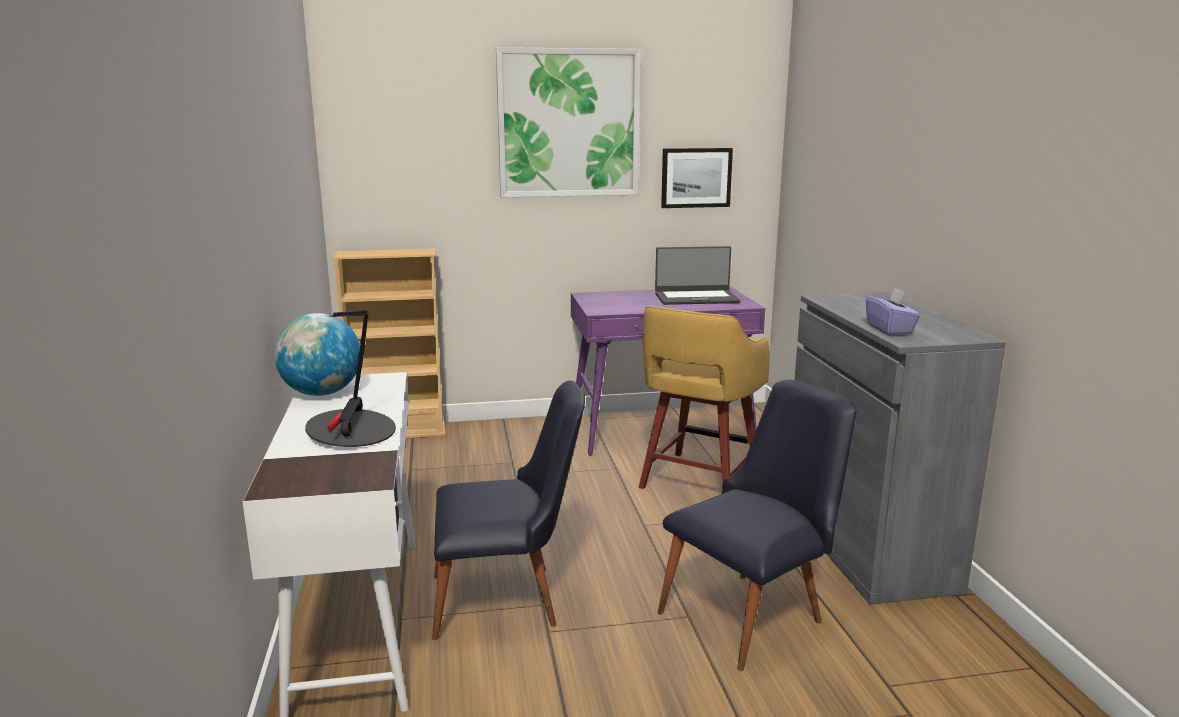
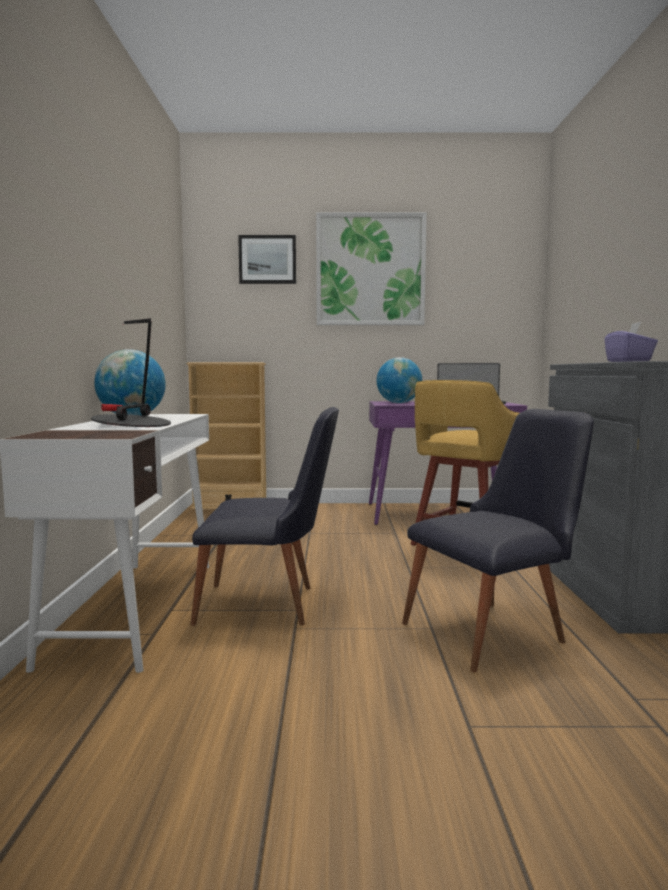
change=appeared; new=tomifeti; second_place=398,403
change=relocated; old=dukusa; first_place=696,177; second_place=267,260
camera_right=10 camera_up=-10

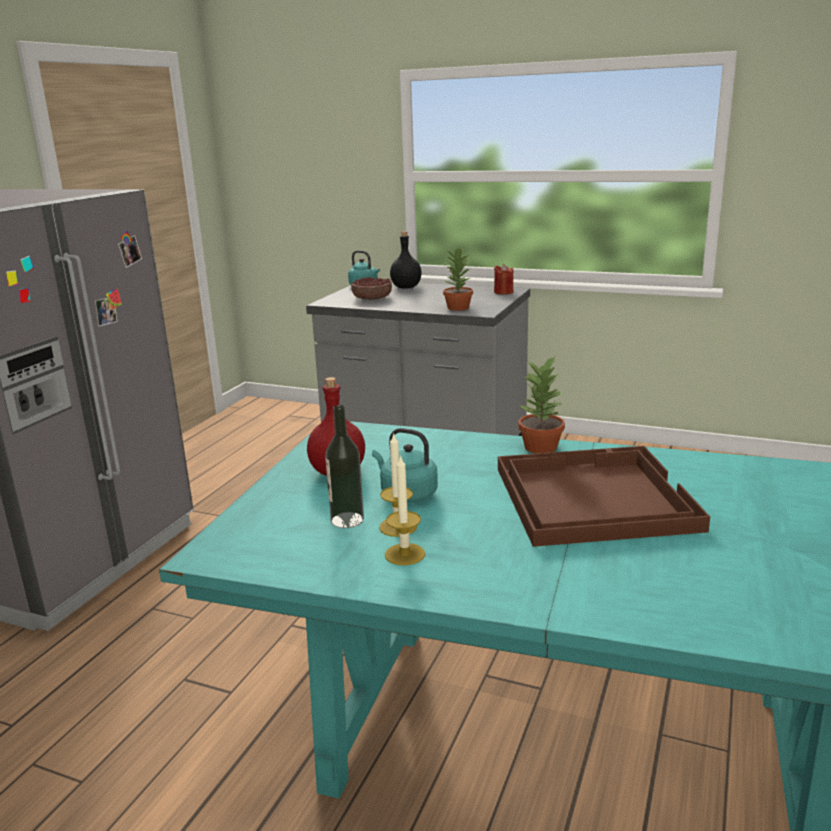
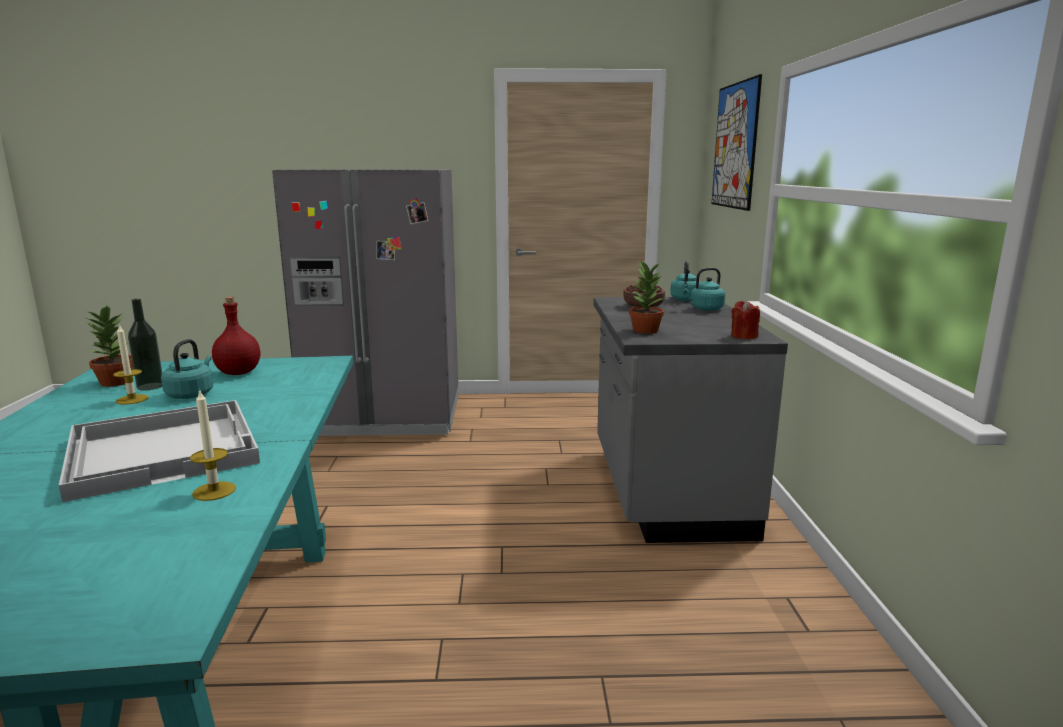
change=appeared; new=dukusa; second_place=735,146
change=relocated; old=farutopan; first_place=405,554; second_place=214,491
change=relocated; old=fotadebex; first_place=541,447; second_place=115,382
change=exchanged; old=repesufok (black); new=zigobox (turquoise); first_place=406,287; second_place=704,309
change=colour; old=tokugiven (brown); new=tokugiven (white); first_place=591,497; second_place=165,449
camera_right=65 camera_up=-5

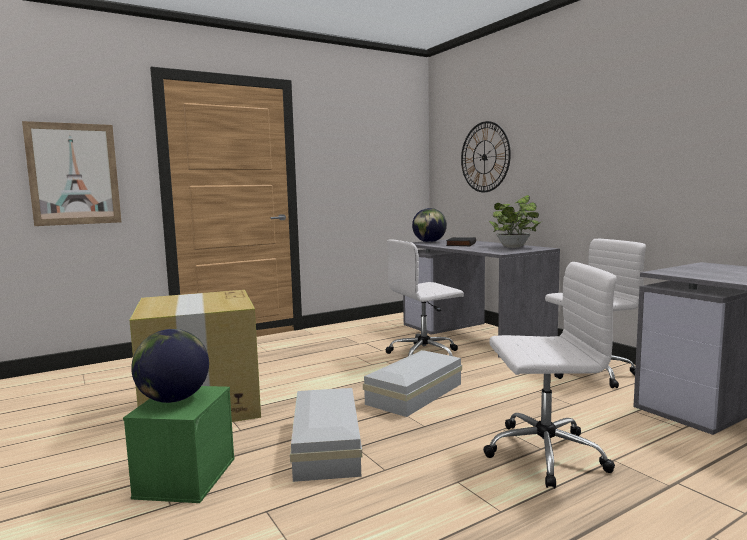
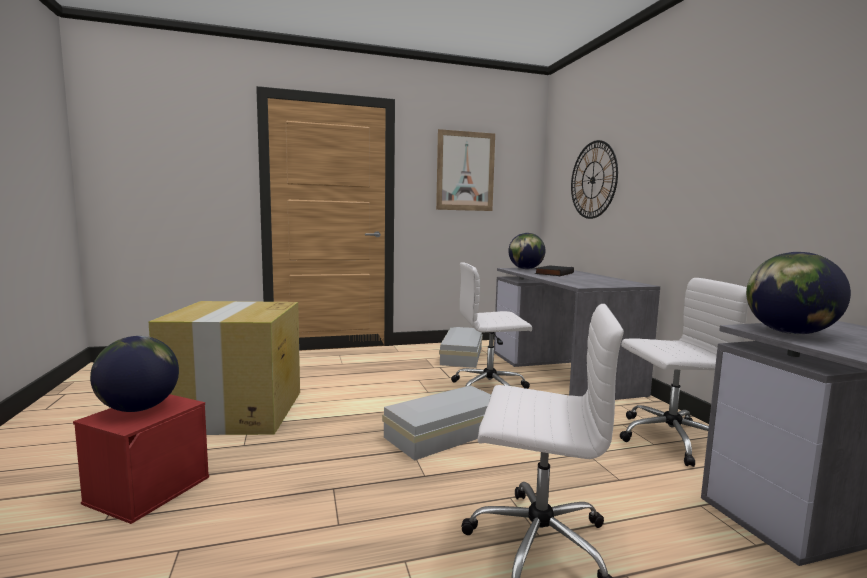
change=missing; old=fotadebex; first_place=514,247
change=appeared; new=tomifeti; second_place=789,333
change=relocated; old=dukusa; first_place=74,174; second_place=465,171
change=relocated; old=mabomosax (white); first_place=328,445; second_place=463,355
change=colour; old=mabomosax (green); new=mabomosax (red); first_place=185,477; second_place=148,489
camera_right=15 camera_up=0

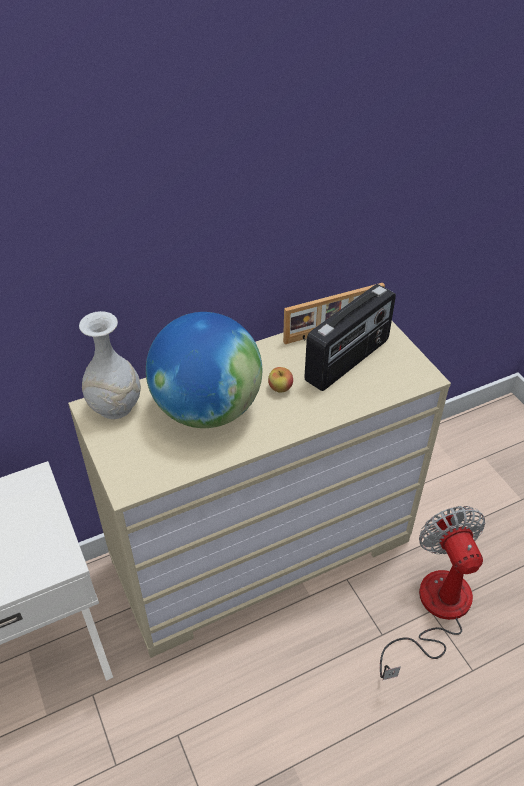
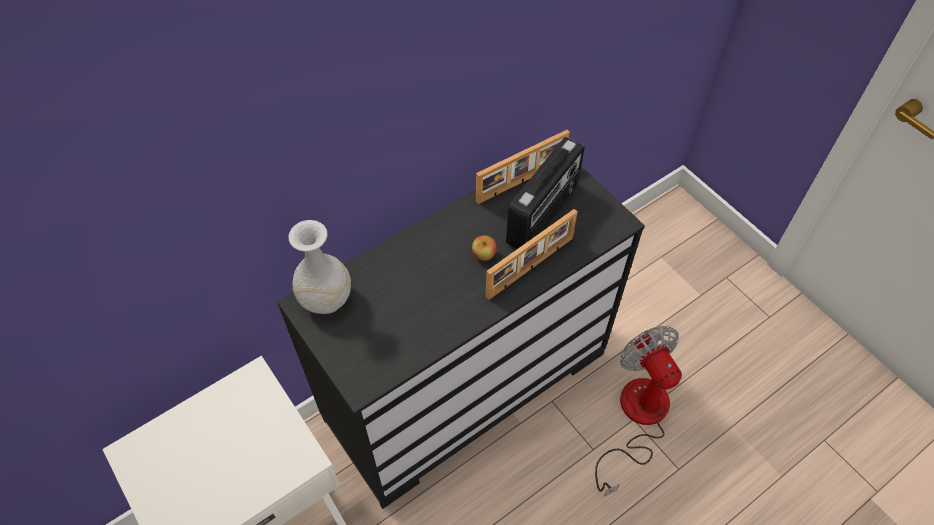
change=missing; old=tomifeti; first_place=206,409
change=appeared; new=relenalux; second_place=531,268
change=colour; old=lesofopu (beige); new=lesofopu (black); first_place=261,549; second_place=466,384
camera_right=-10 camera_up=10

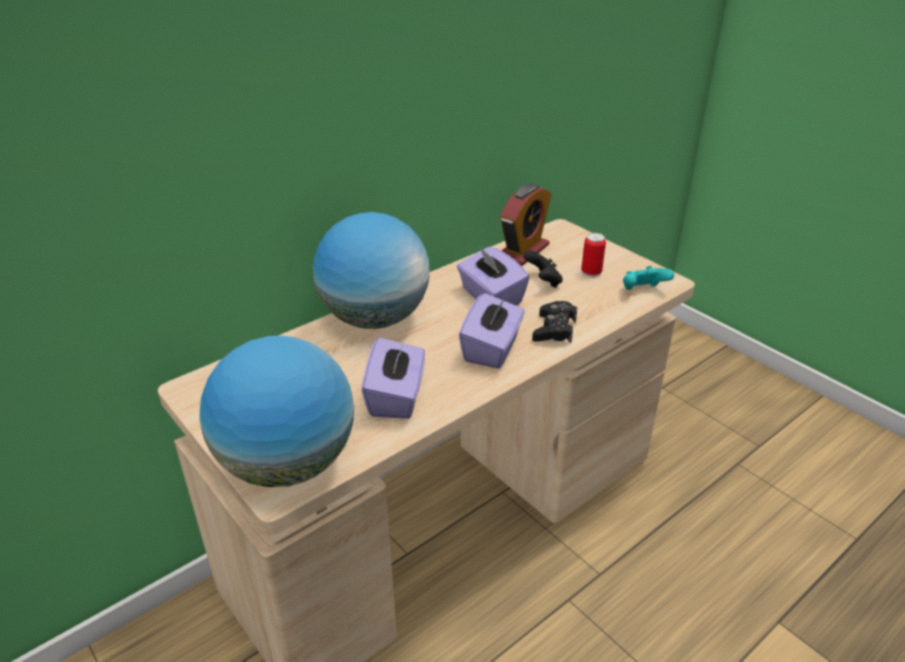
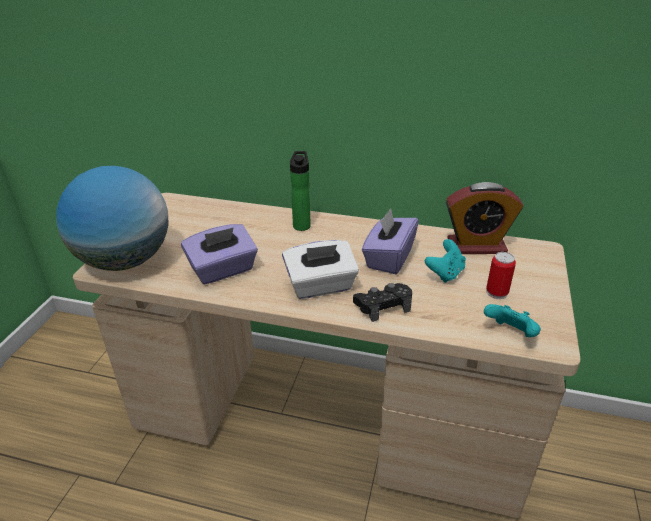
change=exchanged; old=tomifeti; new=repesufok; first_place=375,318; second_place=302,225
change=colour; old=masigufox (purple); new=masigufox (white); first_place=492,349; second_place=320,286
change=colour; old=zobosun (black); new=zobosun (turquoise); first_place=543,282; second_place=445,273
camera_right=55 camera_up=0

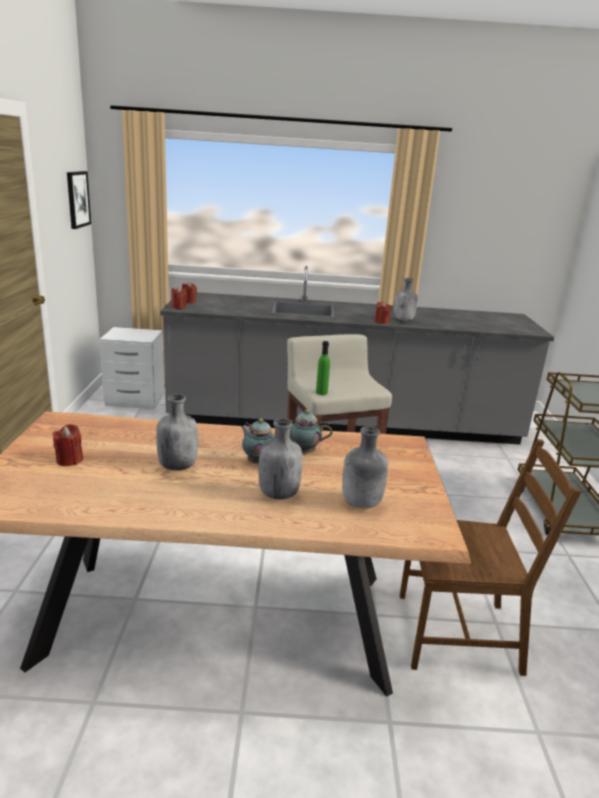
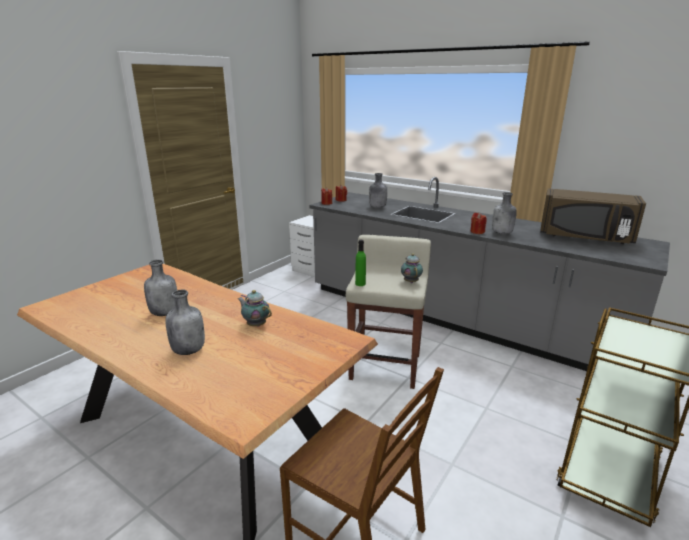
change=missing; old=farutopan (red); first_place=69,460
change=missing; old=dukusa; first_place=77,199
change=appeared; new=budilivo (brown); second_place=585,237
change=relocated; old=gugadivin; first_place=258,462; second_place=411,281
change=relocated; old=repesufok (grey); first_place=361,503; second_place=377,207
camera_right=35 camera_up=0

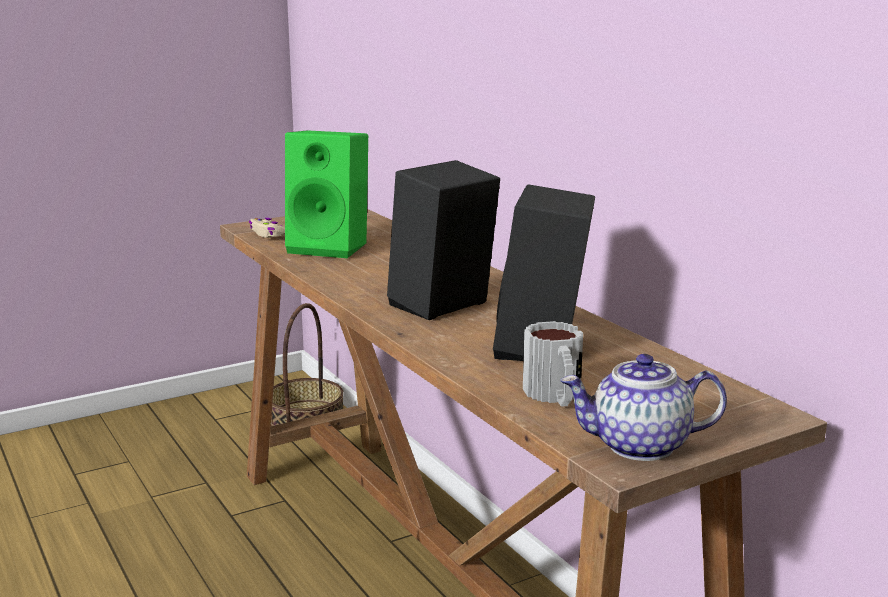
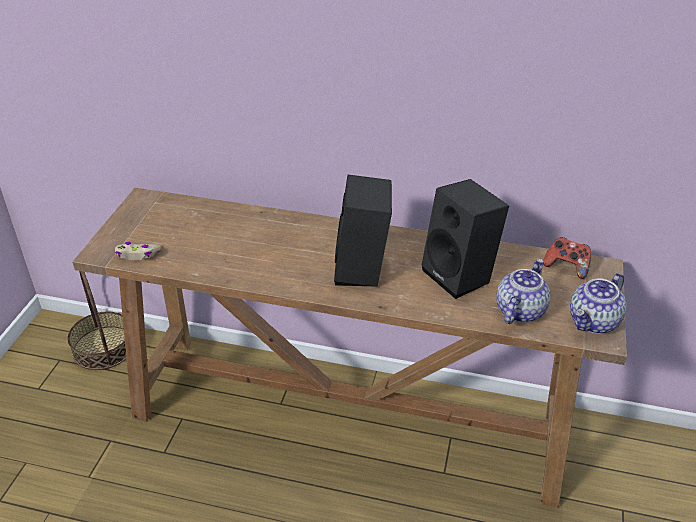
change=missing; old=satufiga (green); first_place=331,247
change=appeared; new=zobosun; second_place=566,267
change=exchanged; old=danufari; new=gugadivin; first_place=555,396; second_place=519,310
camera_right=-45 camera_up=20

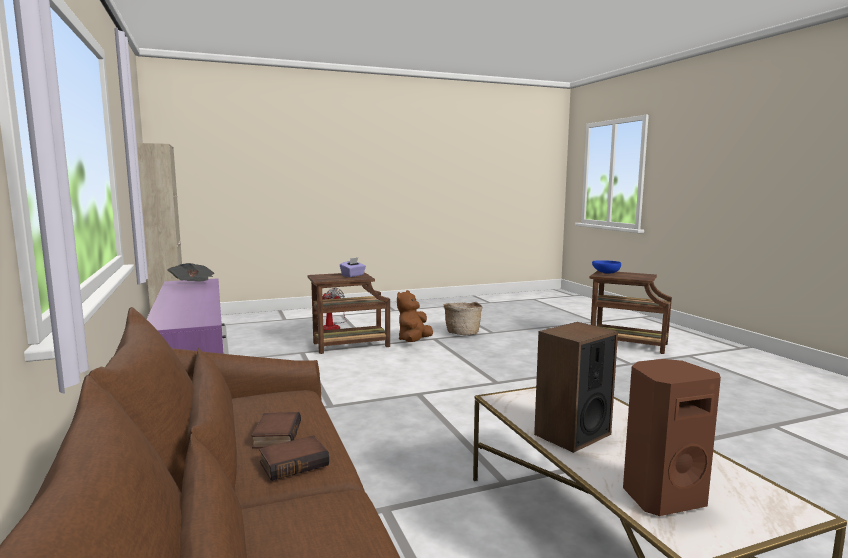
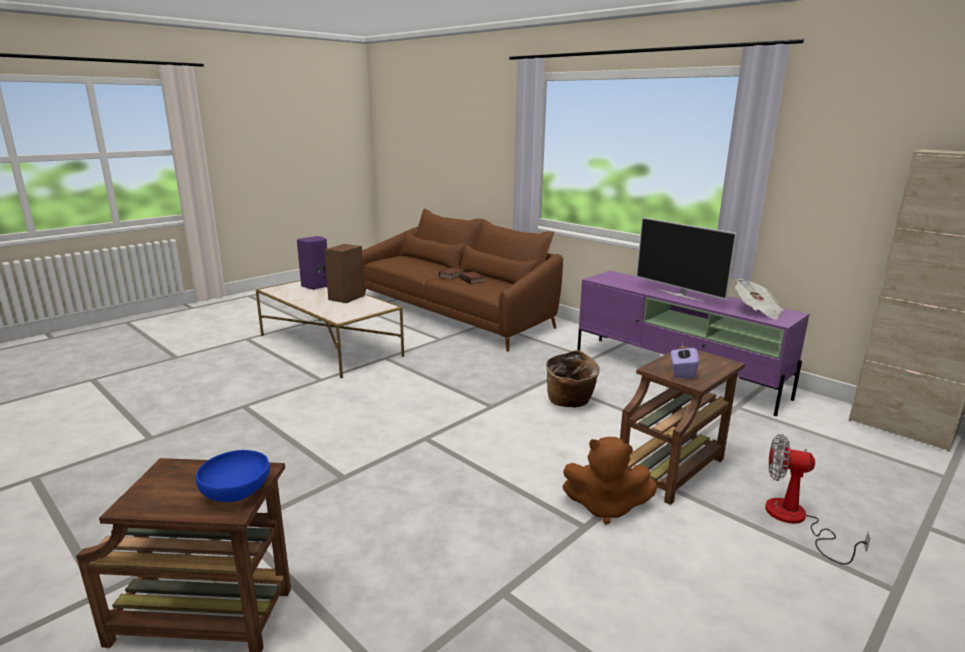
change=appeared; new=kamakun; second_place=680,295
change=relocated; old=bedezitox; first_place=462,333; second_place=570,402
change=colour; old=satufiga (brown); new=satufiga (purple); first_place=661,497; second_place=316,286
change=spun; old=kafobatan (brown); first_place=414,341; second_place=605,507; degrees=105
camera_right=155 camera_up=10

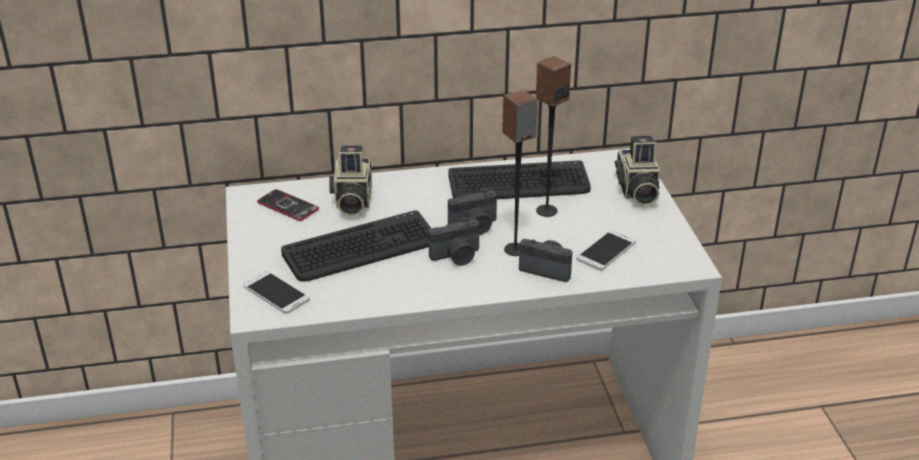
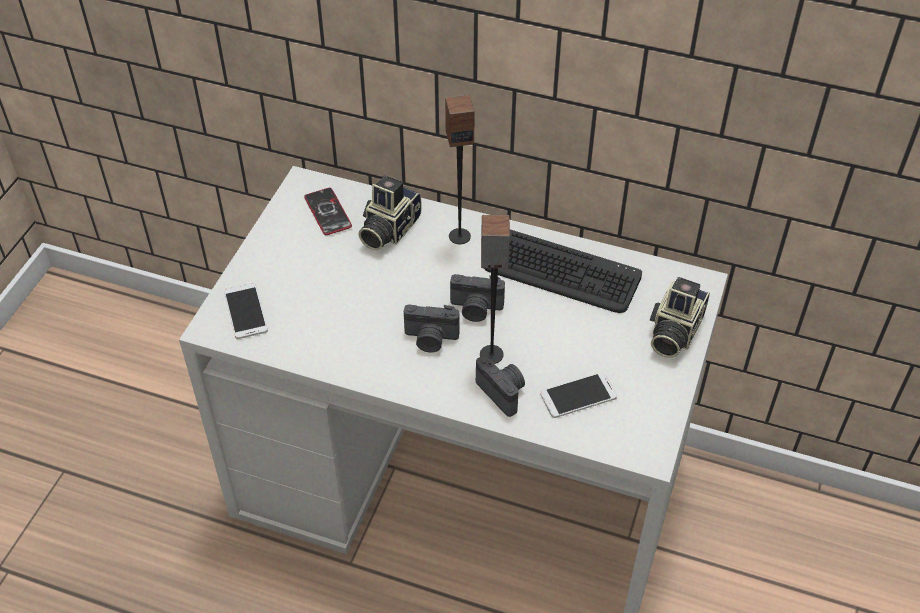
change=missing; old=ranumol; first_place=361,248
change=relocated; old=satufiga; first_place=546,210; second_place=459,236
camera_right=30 camera_up=15

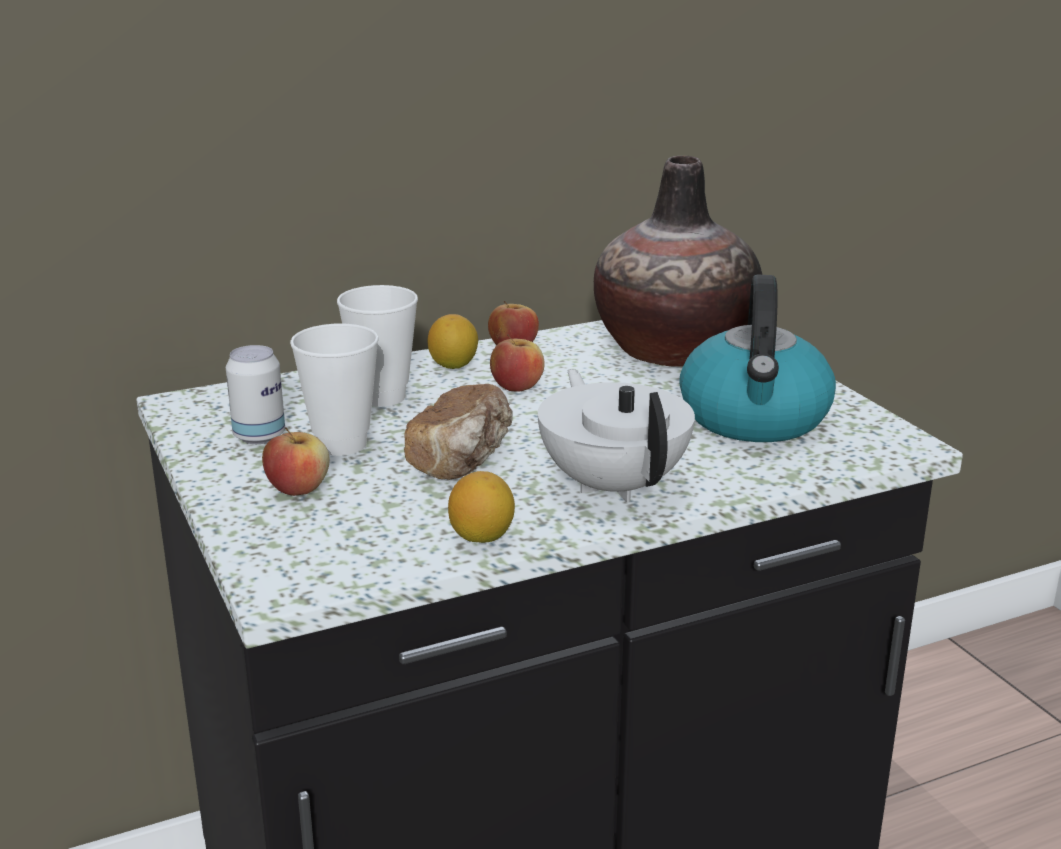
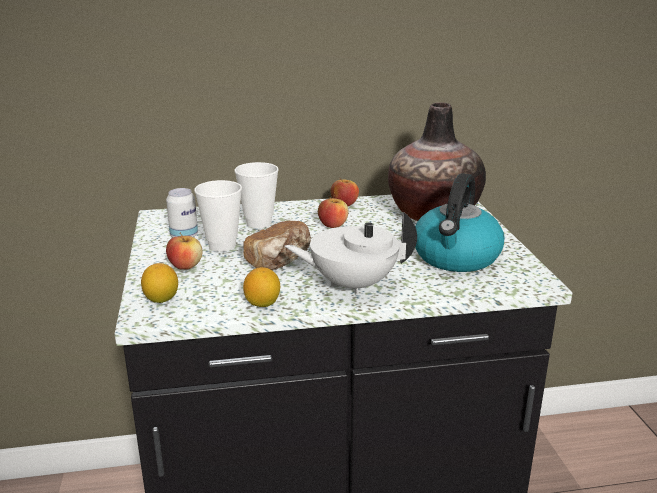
change=relocated; old=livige; first_place=453,365; second_place=161,299
change=spun; old=gugadivin (white); first_place=614,485; second_place=352,284; degrees=-90
camera_right=15 camera_up=0

